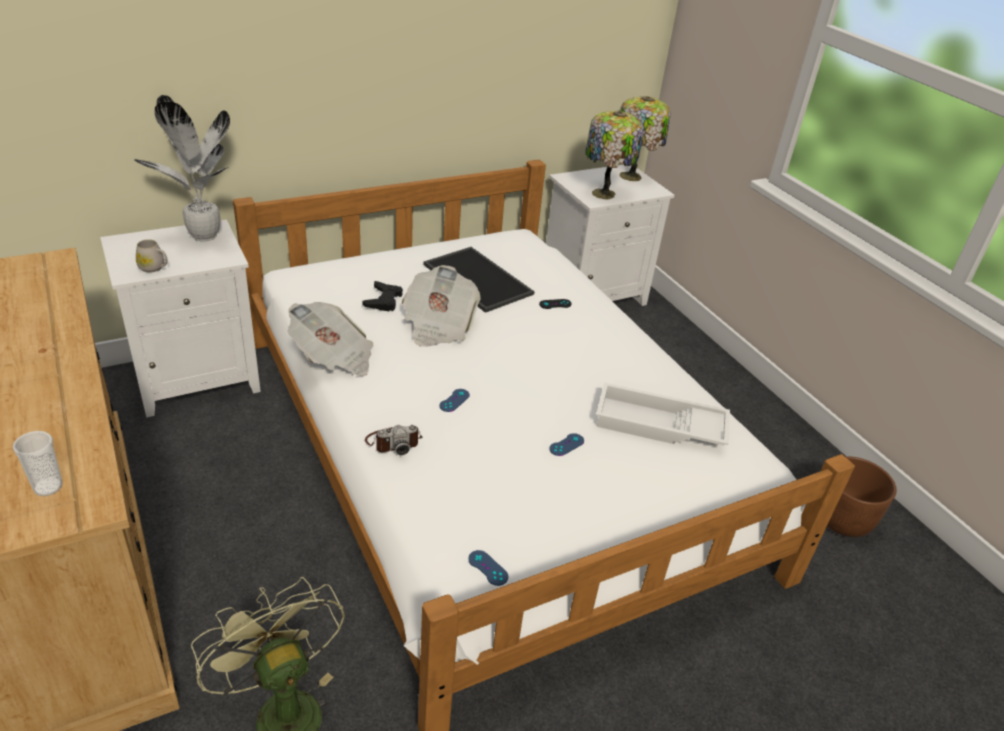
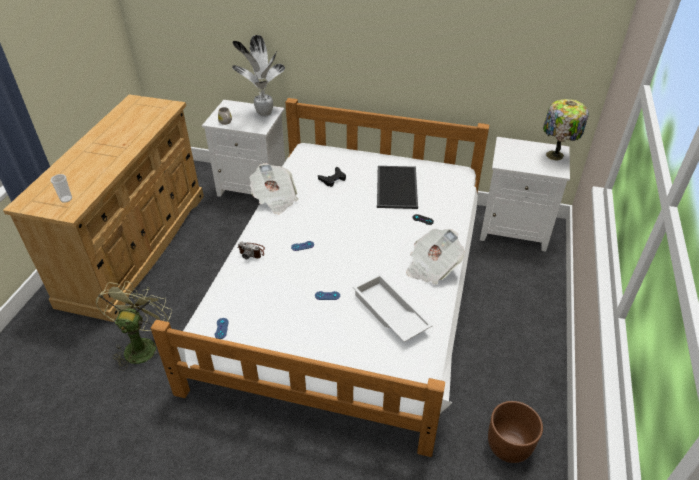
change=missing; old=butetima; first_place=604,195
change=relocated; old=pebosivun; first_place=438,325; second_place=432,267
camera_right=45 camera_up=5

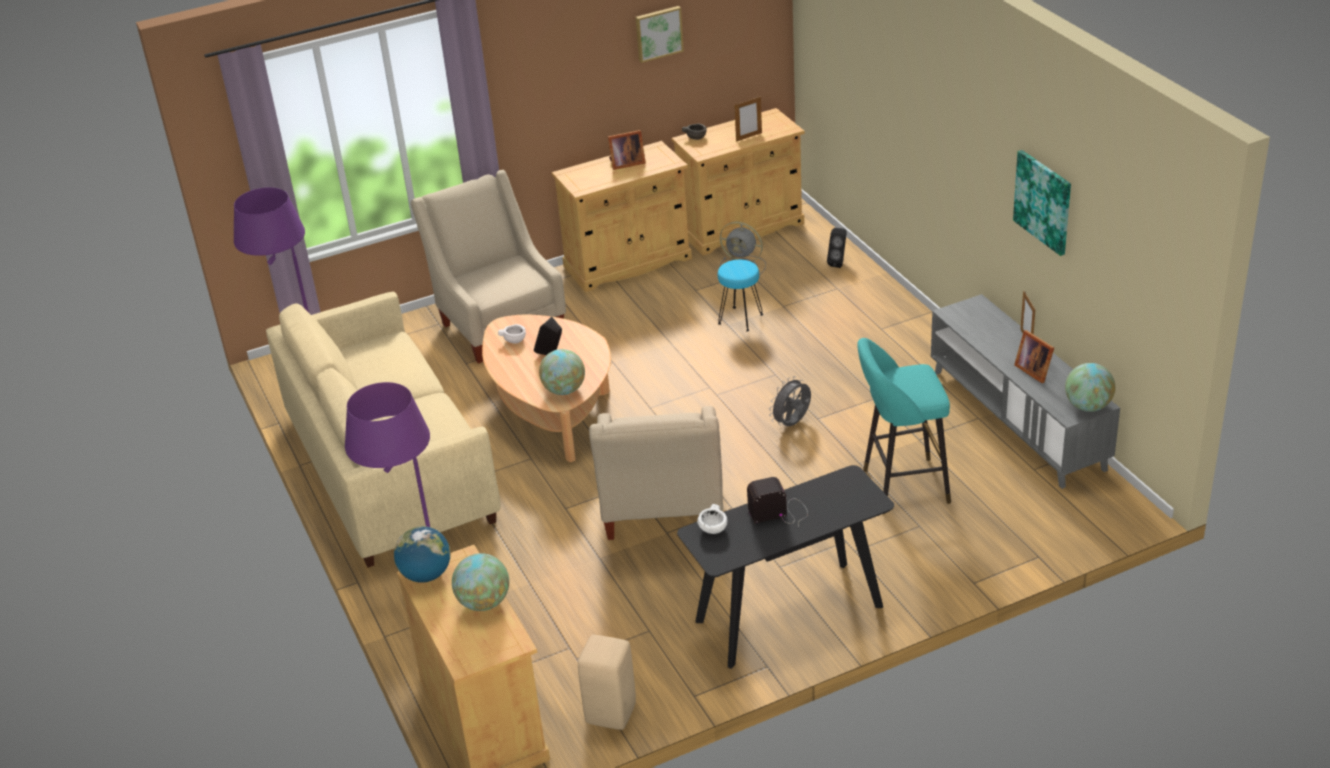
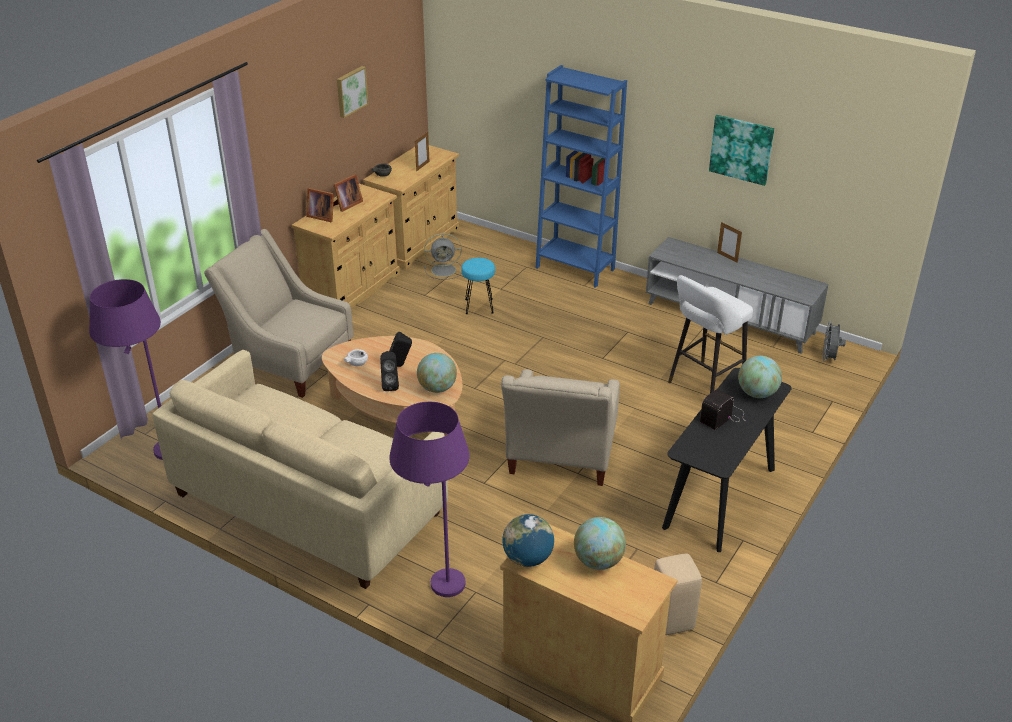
change=missing; old=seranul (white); first_place=713,529
change=appeared; new=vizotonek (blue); second_place=575,268
change=relocated; old=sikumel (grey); first_place=792,424; second_place=829,358
change=relocated; old=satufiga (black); first_place=838,263; second_place=390,385
change=relocated; old=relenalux; first_place=1034,370; second_place=321,216
change=relocated; old=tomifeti; first_place=1088,406; second_place=757,393
change=colour; old=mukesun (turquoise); new=mukesun (white); first_place=900,486; second_place=703,385
change=spun; old=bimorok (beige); first_place=662,512; second_place=560,459; degrees=45
camera_right=-35 camera_up=0

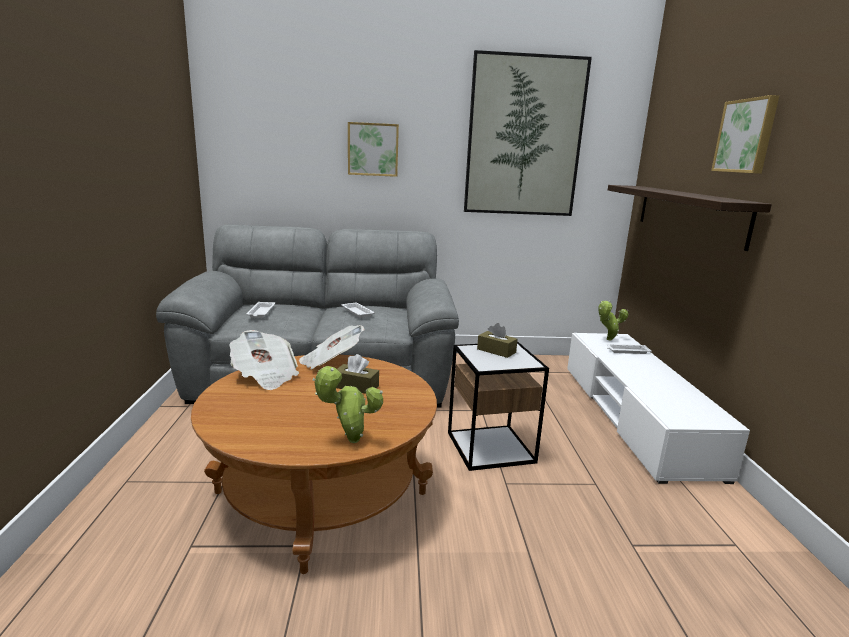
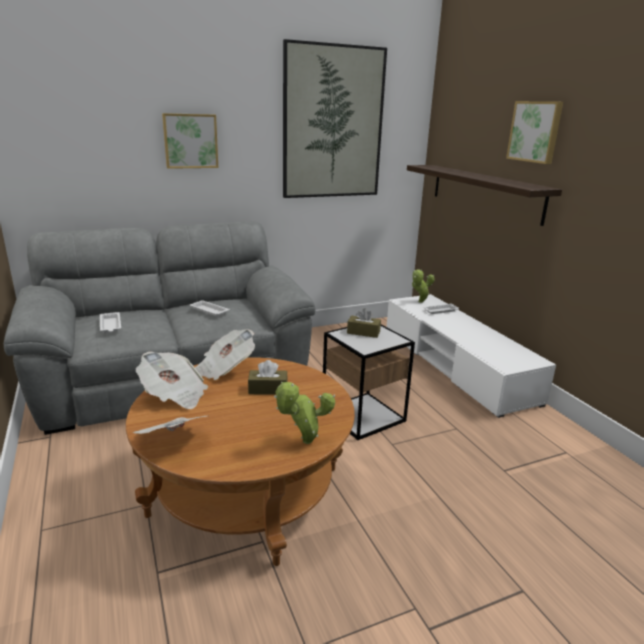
change=appeared; new=pebosivun; second_place=173,440
camera_right=-20 camera_up=5

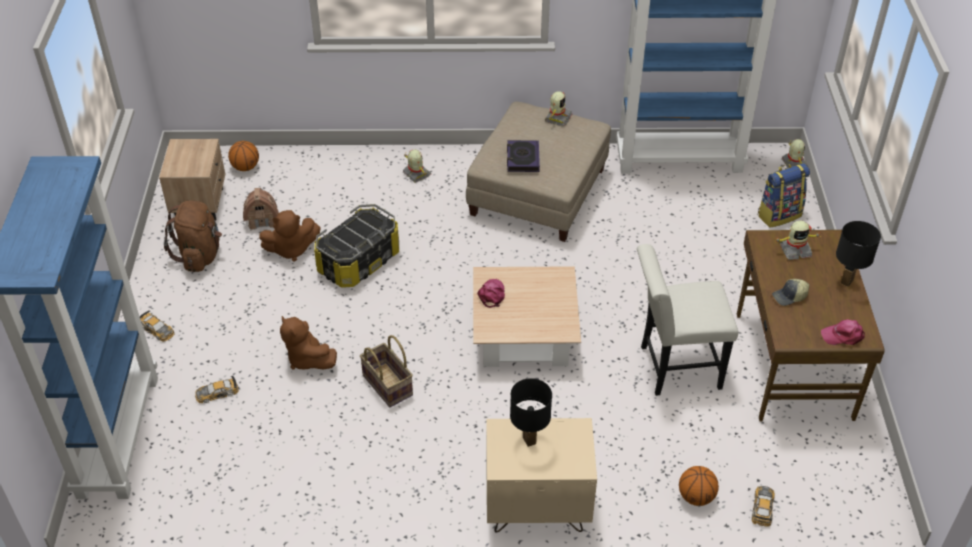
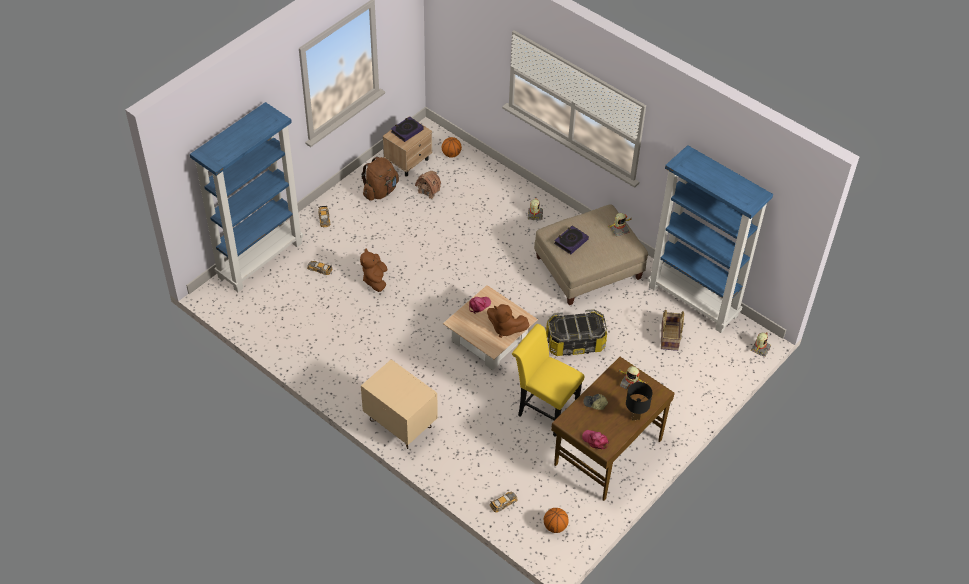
change=missing; old=butetima (black); first_place=528,440
change=missing; old=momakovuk; first_place=779,215
change=appeared; new=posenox; second_place=407,131
change=relocated; old=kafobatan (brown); first_place=291,249; second_place=505,328
change=relocated; old=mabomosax; first_place=358,261; second_place=575,342
change=relocated; old=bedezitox; first_place=388,385; second_place=670,337
change=relocated; old=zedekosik; first_place=696,497; second_place=555,526
change=colour; old=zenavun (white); new=zenavun (yellow); first_place=673,368; second_place=544,409
camera_right=40 camera_up=5

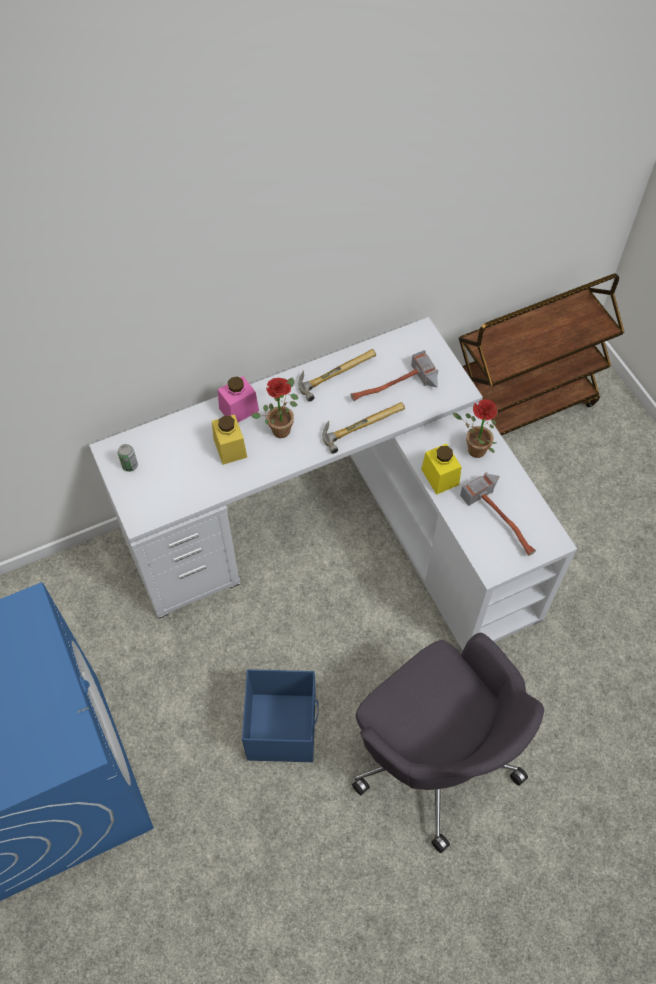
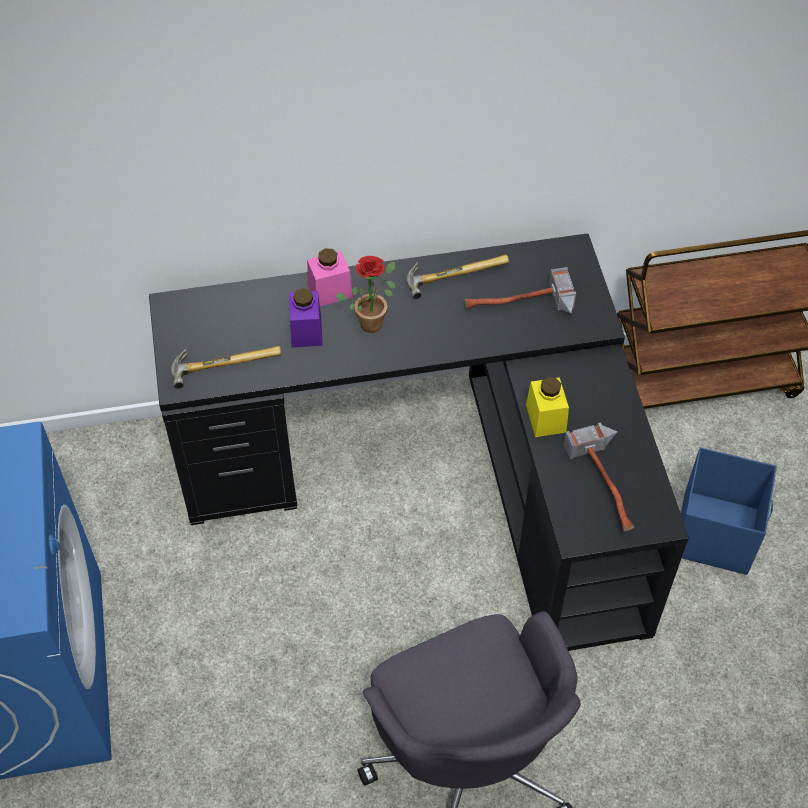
change=missing; old=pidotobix; first_place=130,465
change=missing; old=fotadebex; first_place=472,450
change=relocated; old=mabomosax (blue); first_place=282,726; second_place=716,532
change=relocated; old=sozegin; first_place=360,423; second_place=225,361
change=colour; old=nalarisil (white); new=nalarisil (black); first_place=344,528; second_place=440,473
change=colour; old=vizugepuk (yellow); new=vizugepuk (purple); first_place=230,448; second_place=306,331
camera_right=15 camera_up=-5

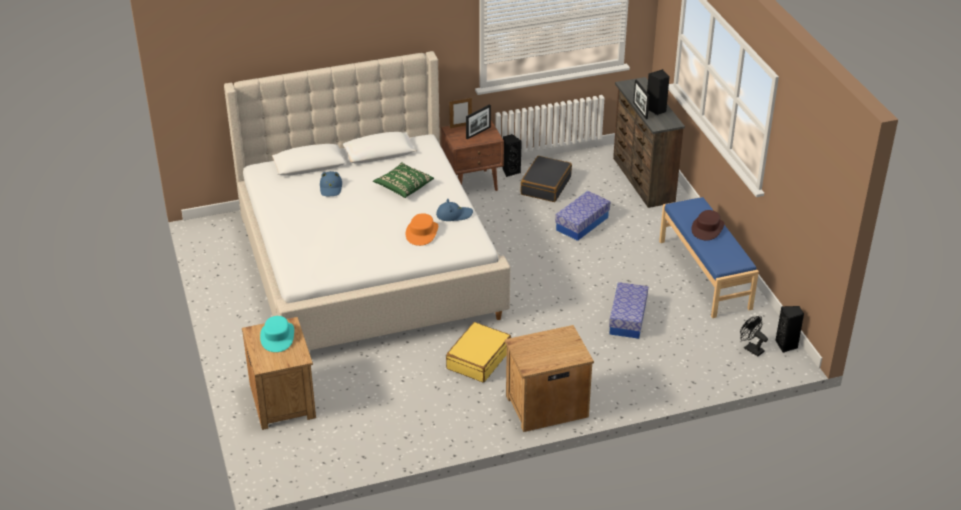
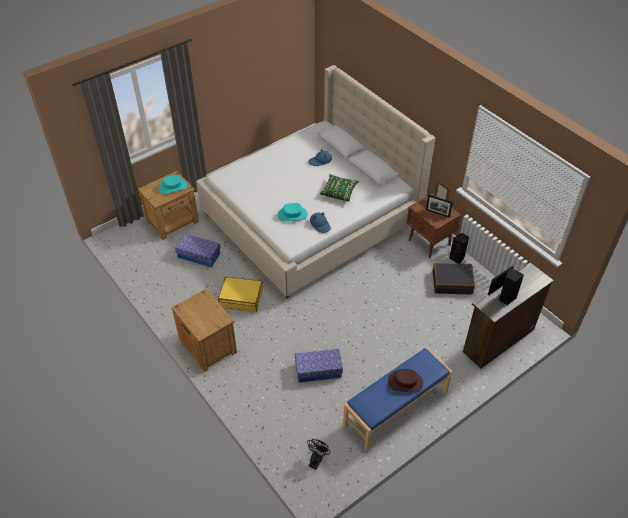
change=missing; old=satufiga (black); first_place=787,345
change=relocated; old=mabomosax; first_place=582,224; second_place=199,255
change=colour; old=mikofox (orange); new=mikofox (turquoise); first_place=422,233; second_place=292,215
camera_right=70 camera_up=10

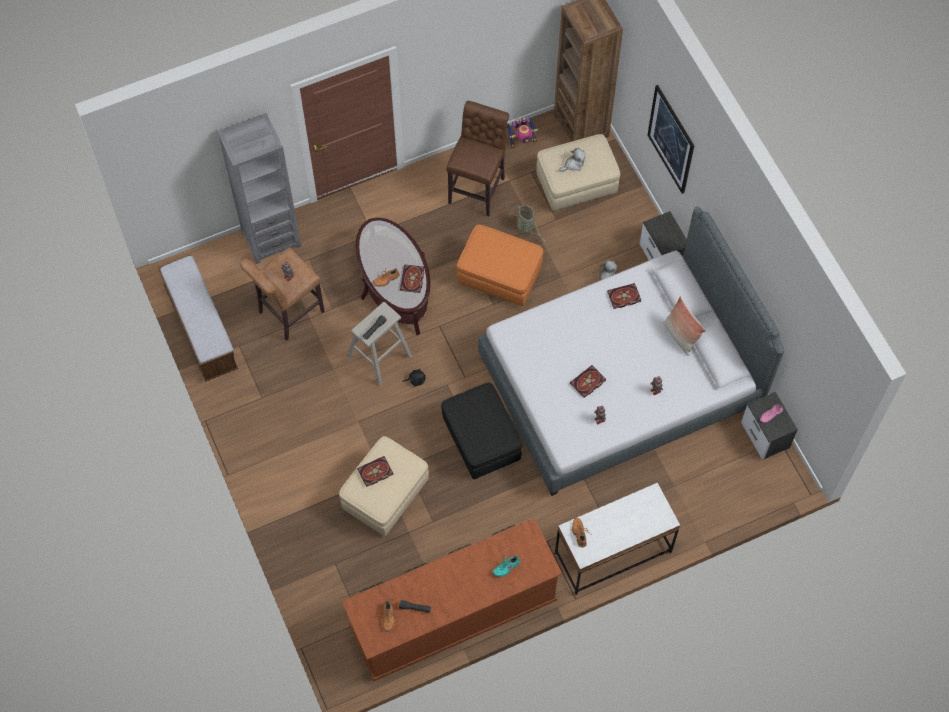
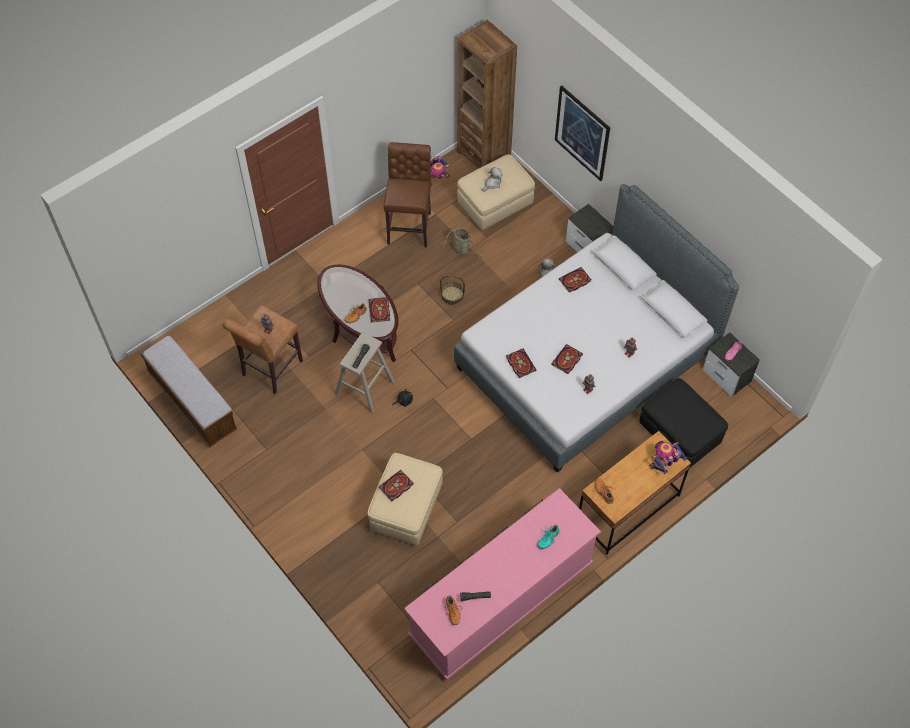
change=missing; old=vizotonek (grey); first_place=271,239
change=missing; old=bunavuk; first_place=680,336
change=appeared; new=posenox; second_place=520,363
change=appeared; new=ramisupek; second_place=664,464
change=relocated; old=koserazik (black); first_place=481,440; second_place=679,434
change=exchanged; old=koserazik (orange); new=bedezitox; first_place=500,276; second_place=452,295
change=colour; old=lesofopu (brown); new=lesofopu (pink); first_place=453,614; second_place=501,600
change=colour; old=nalarisil (white); new=nalarisil (brown); first_place=612,553; second_place=628,509
camera_right=-15 camera_up=-5

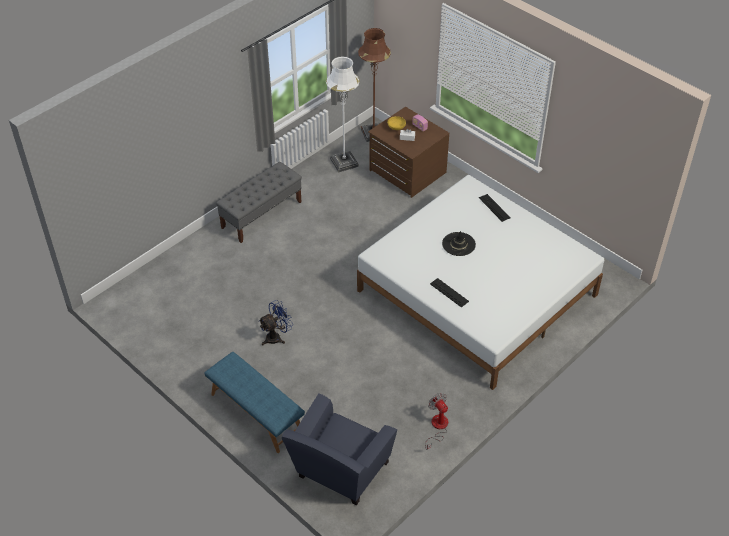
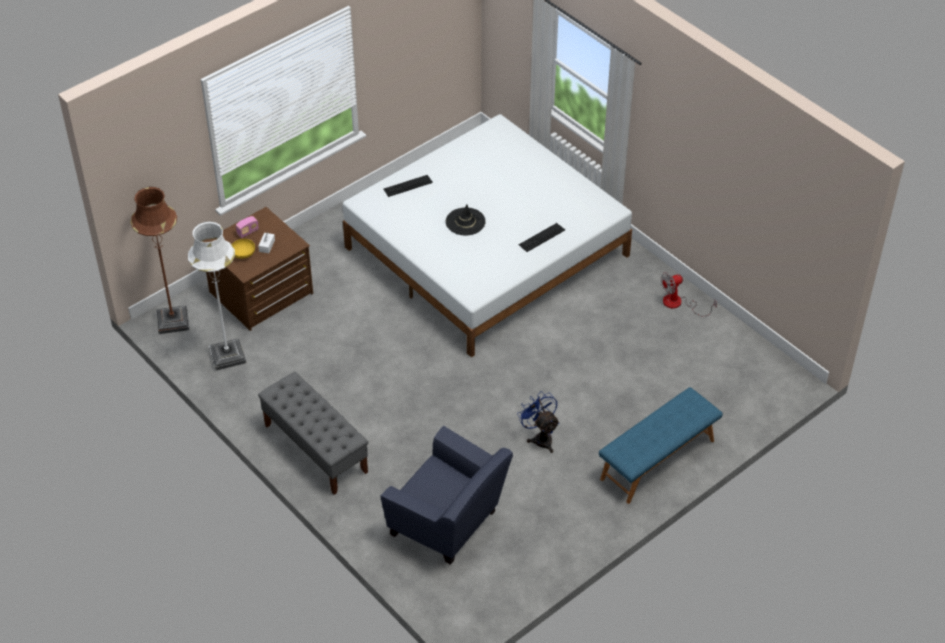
change=relocated; old=bimorok (blue); first_place=340,472; second_place=449,524
camera_right=-85 camera_up=0

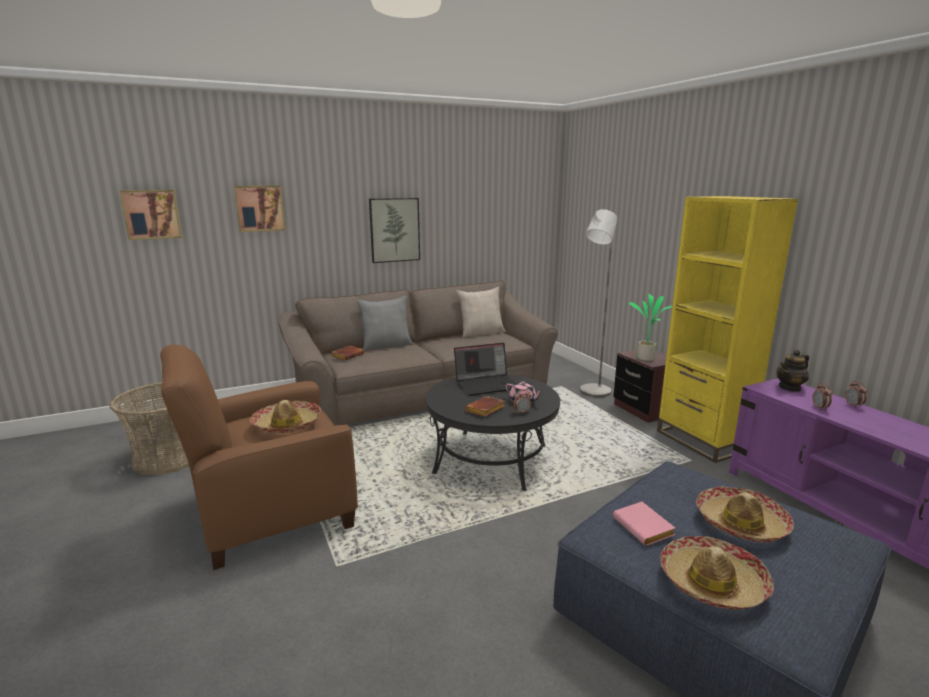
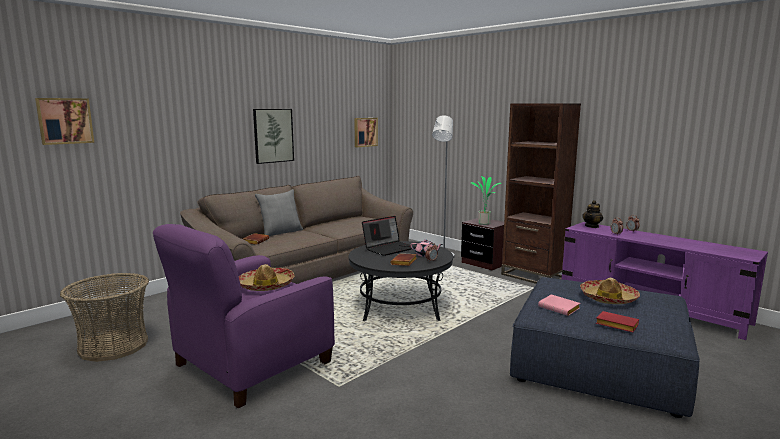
change=missing; old=bunavuk (beige); first_place=481,333
change=relocated; old=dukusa; first_place=260,208; second_place=365,132
change=exchanged; old=mikofox; new=posenox (red); first_place=712,582; second_place=615,325
change=colour; old=bimorok (brown); new=bimorok (purple); first_place=271,511; second_place=251,364
change=colour; old=vizotonek (yellow); new=vizotonek (brown); first_place=702,441; second_place=533,276
camera_right=-20 camera_up=-5

